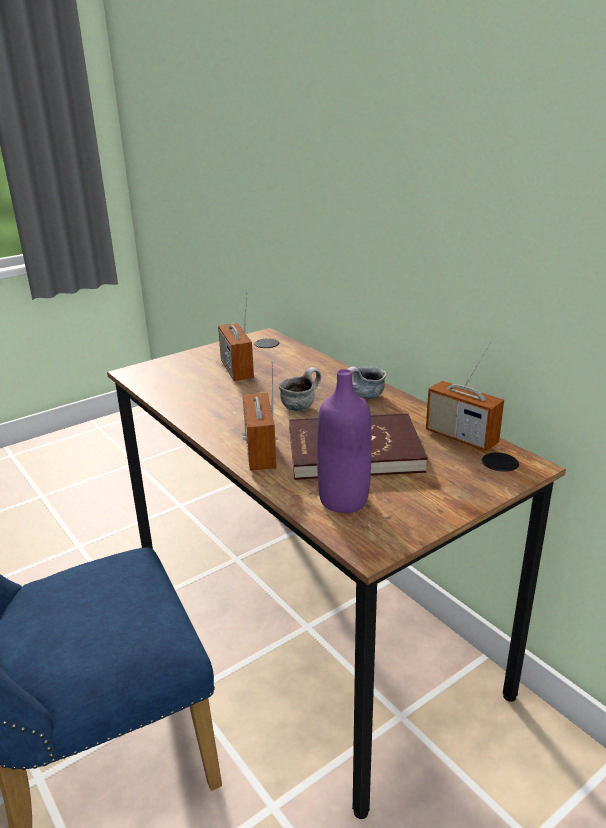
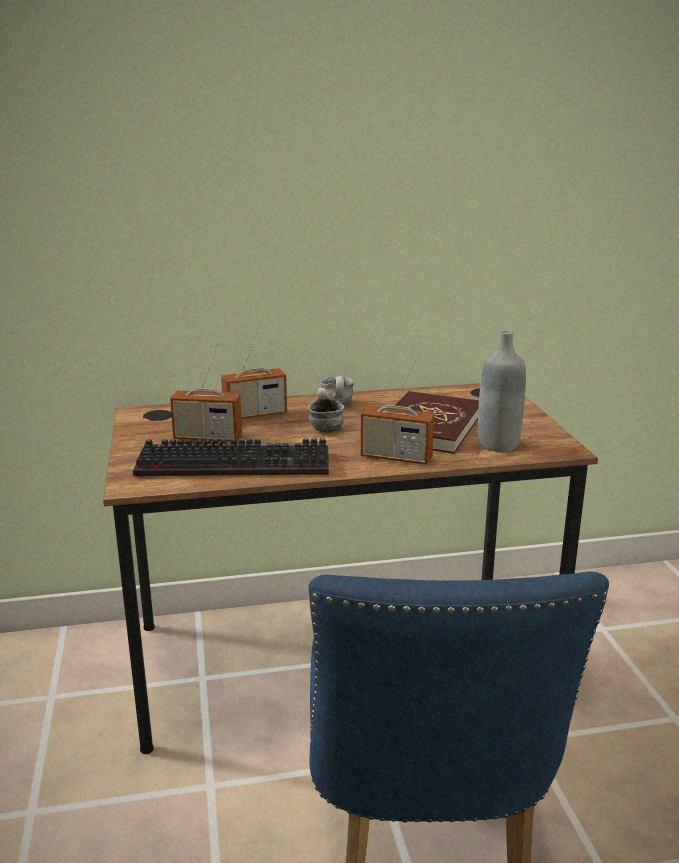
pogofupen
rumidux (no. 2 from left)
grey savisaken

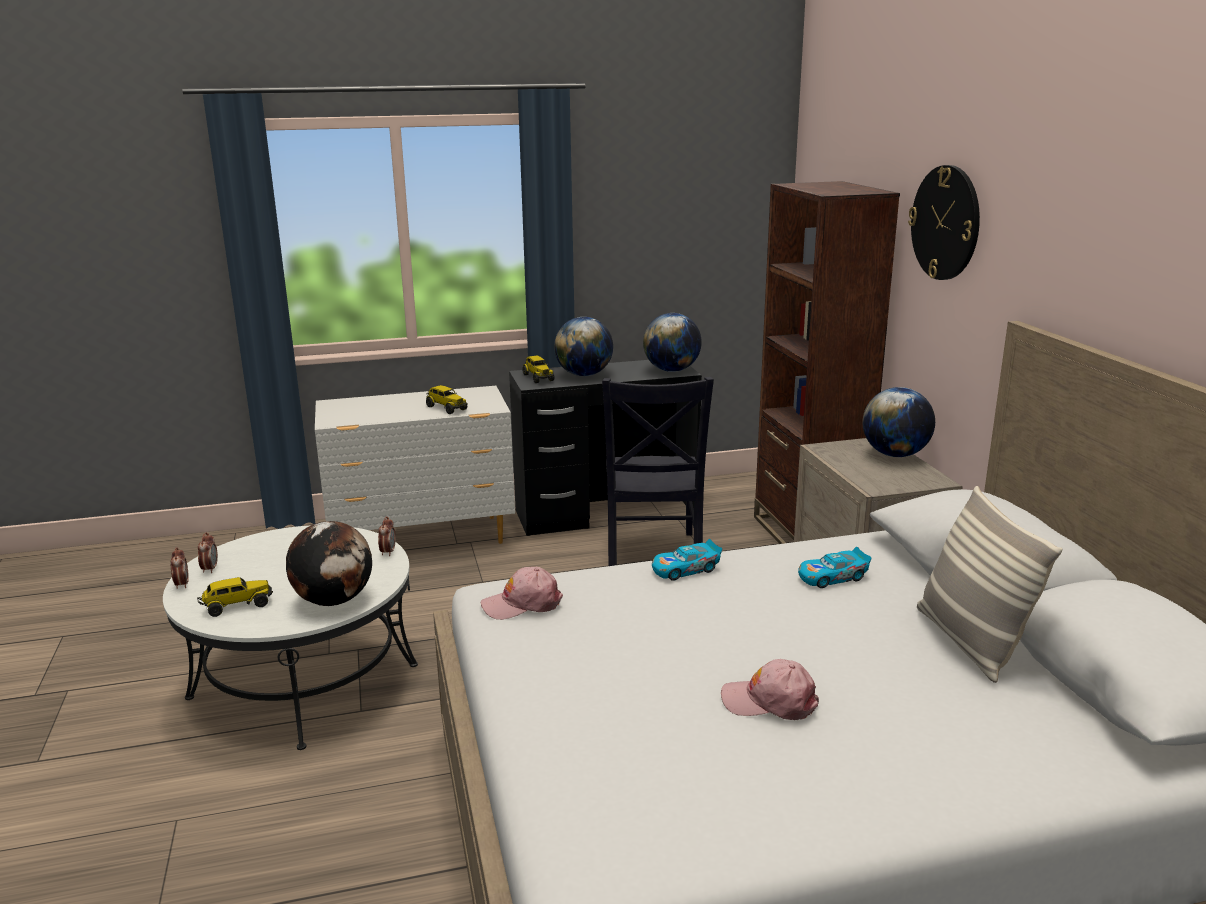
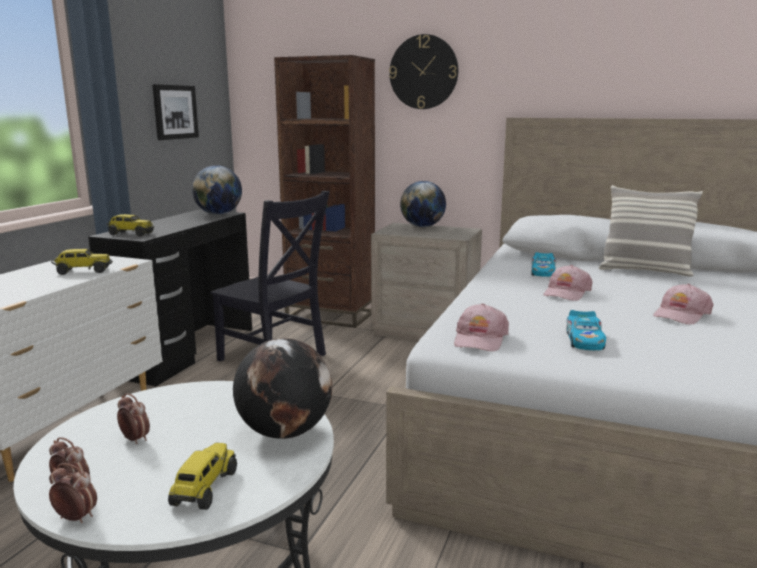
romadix (no. 2 from left in the first image)
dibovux
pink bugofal (no. 2 from left)
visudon (no. 3 from left)
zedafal (no. 2 from left)

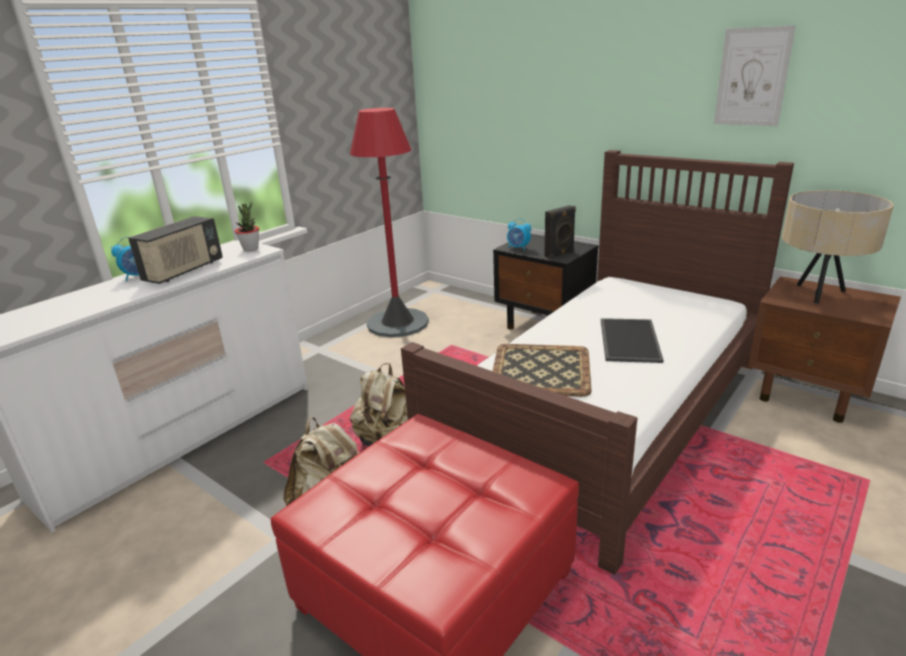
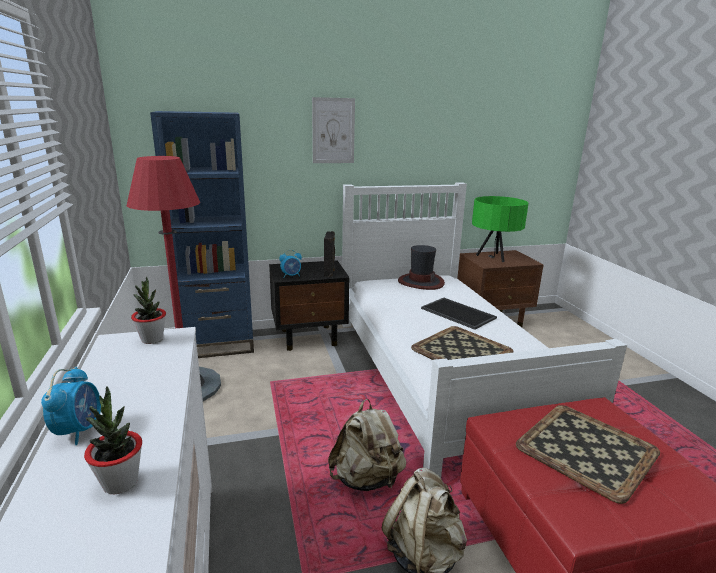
rumidux
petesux (no. 1 from left)
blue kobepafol
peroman
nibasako (no. 3 from left)
dibovux
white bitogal
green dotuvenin

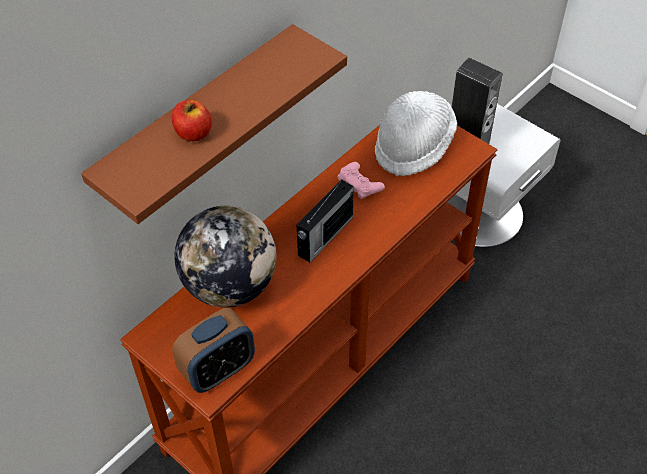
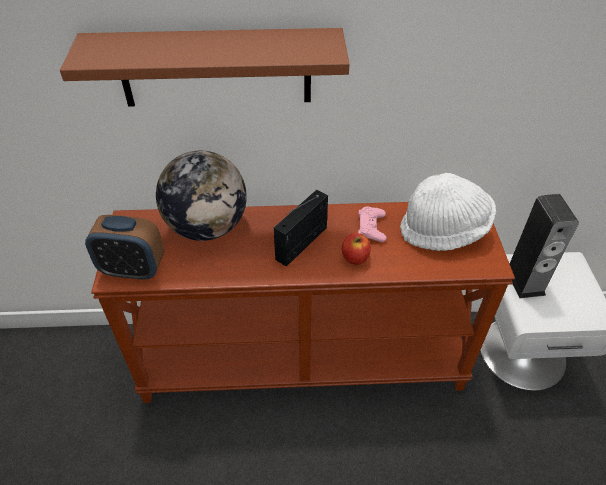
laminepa
rumidux

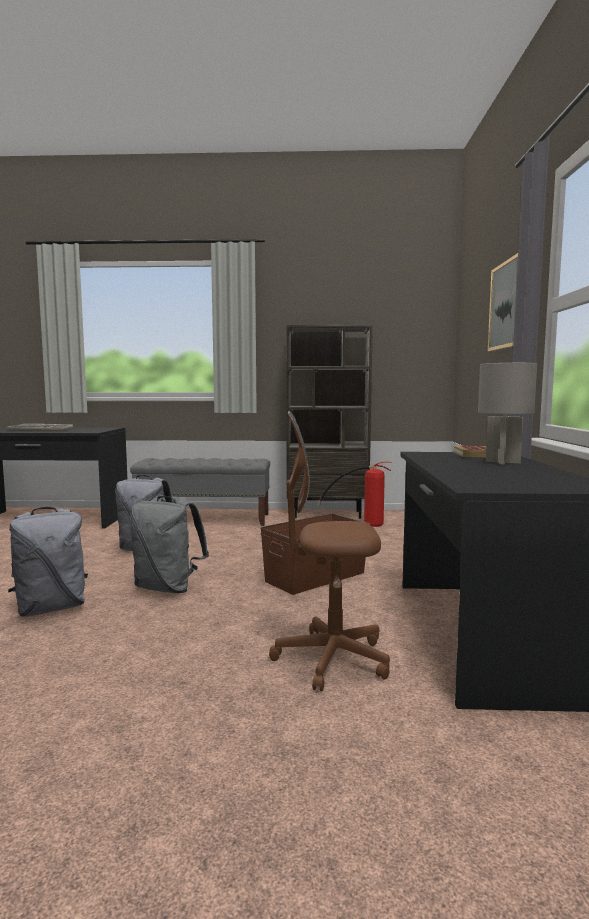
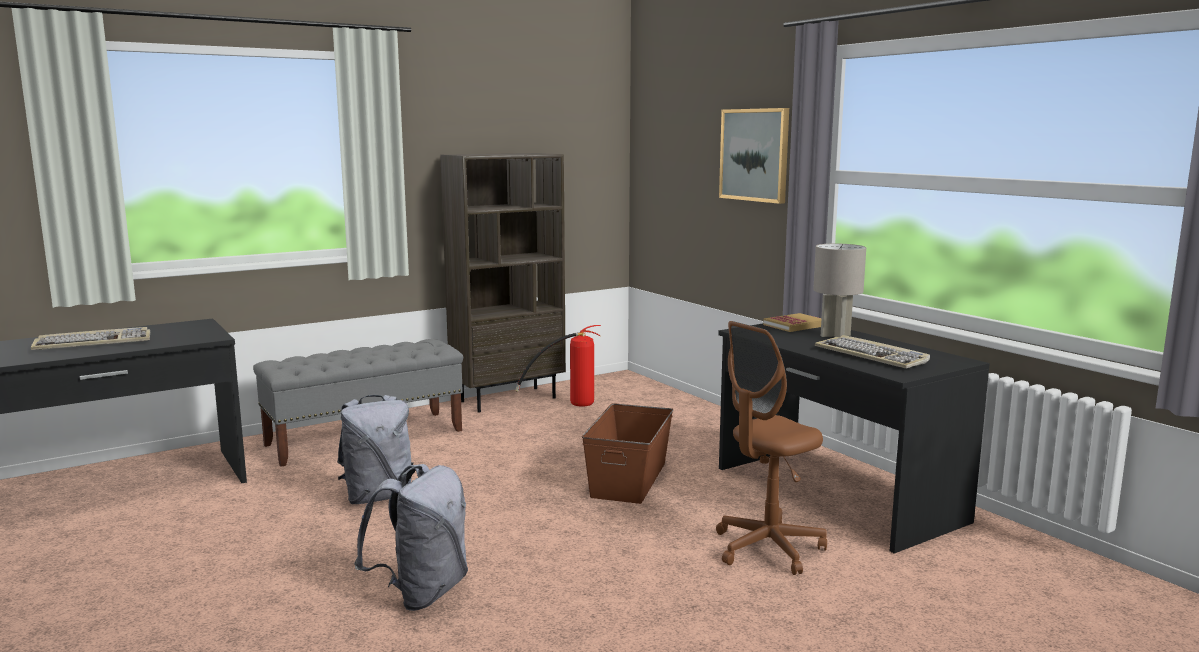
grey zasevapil (no. 3 from left in the first image)
pogofupen (no. 2 from left)

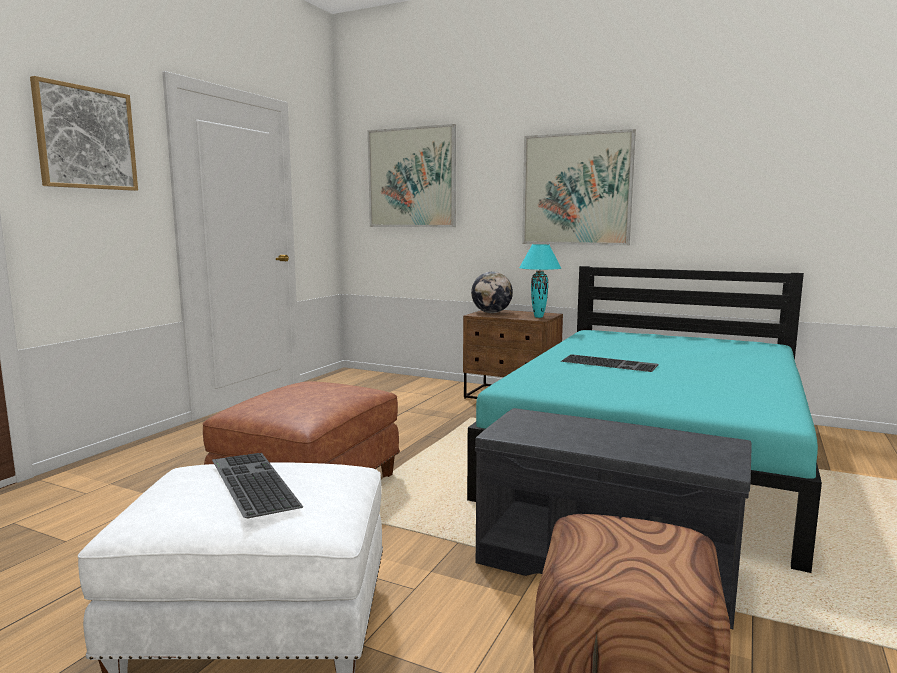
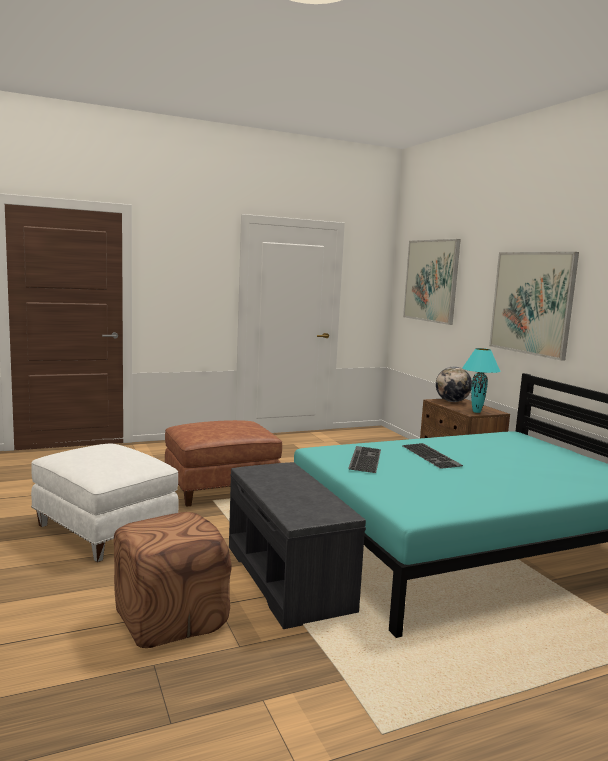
dibovux (no. 1 from left in the first image)
pogofupen (no. 1 from left)

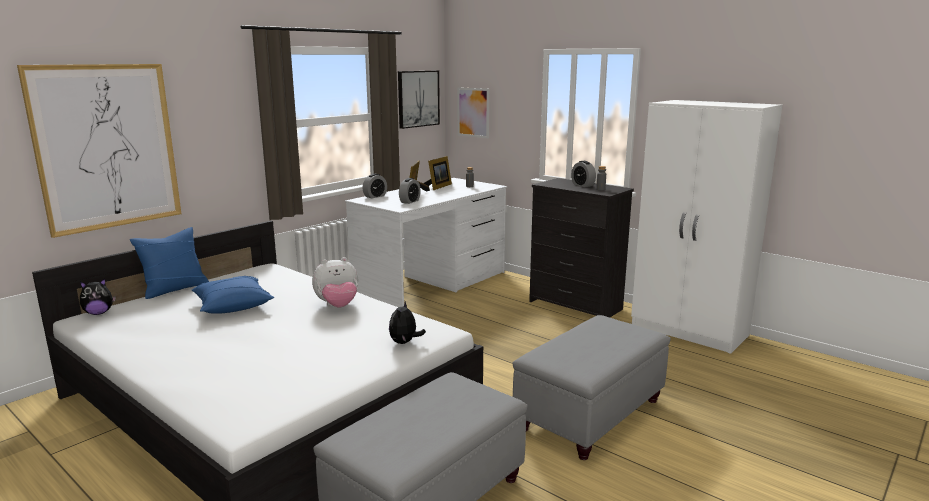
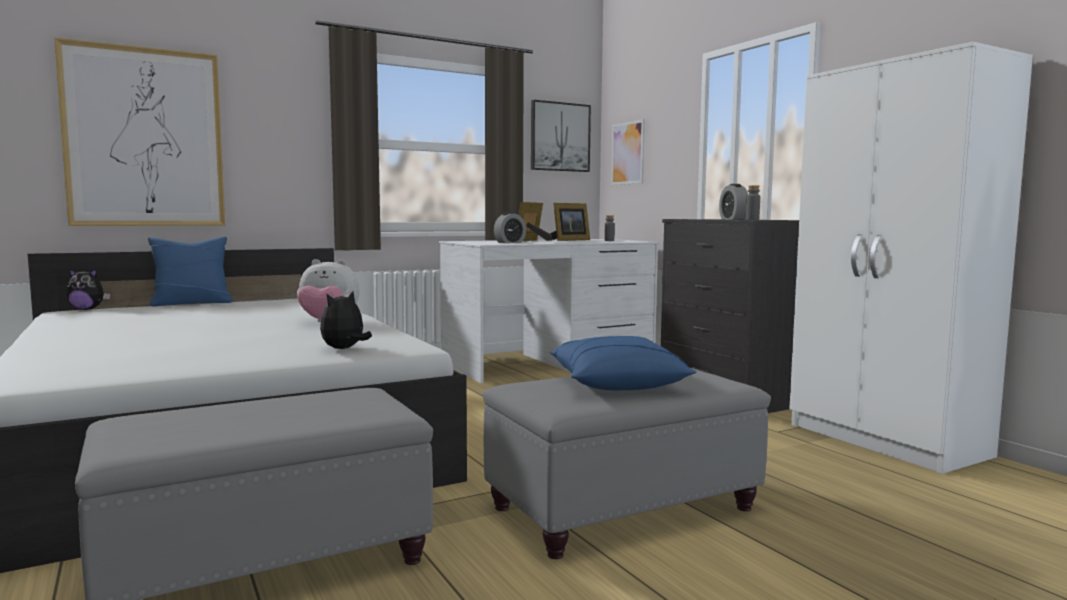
visudon (no. 1 from left in the first image)
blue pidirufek (no. 2 from left)

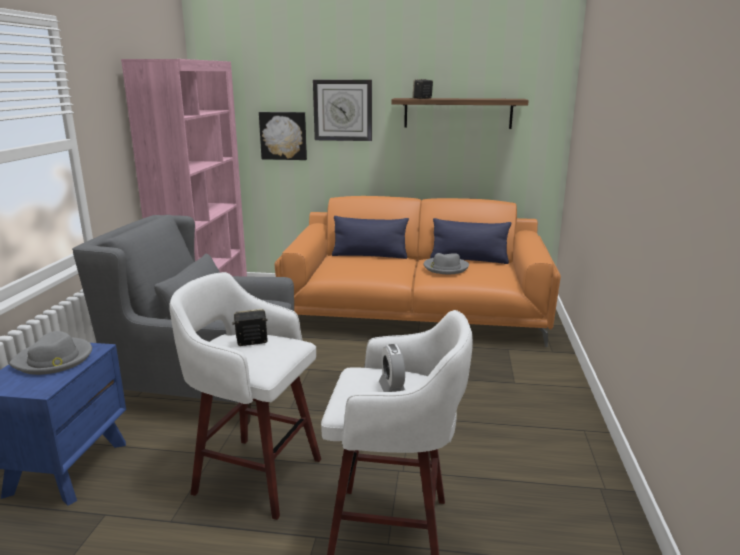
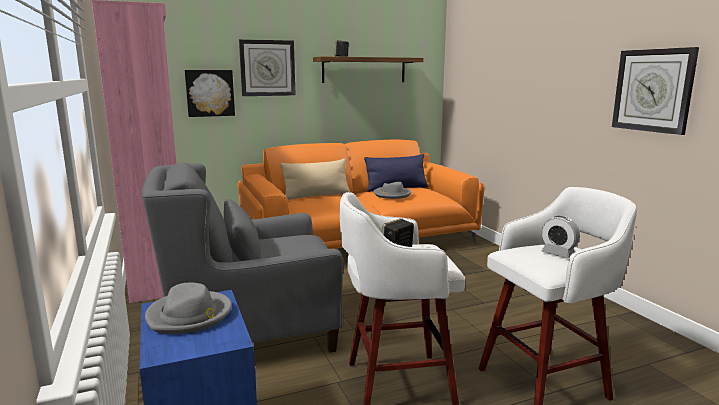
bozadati (no. 2 from left)
beige pidirufek

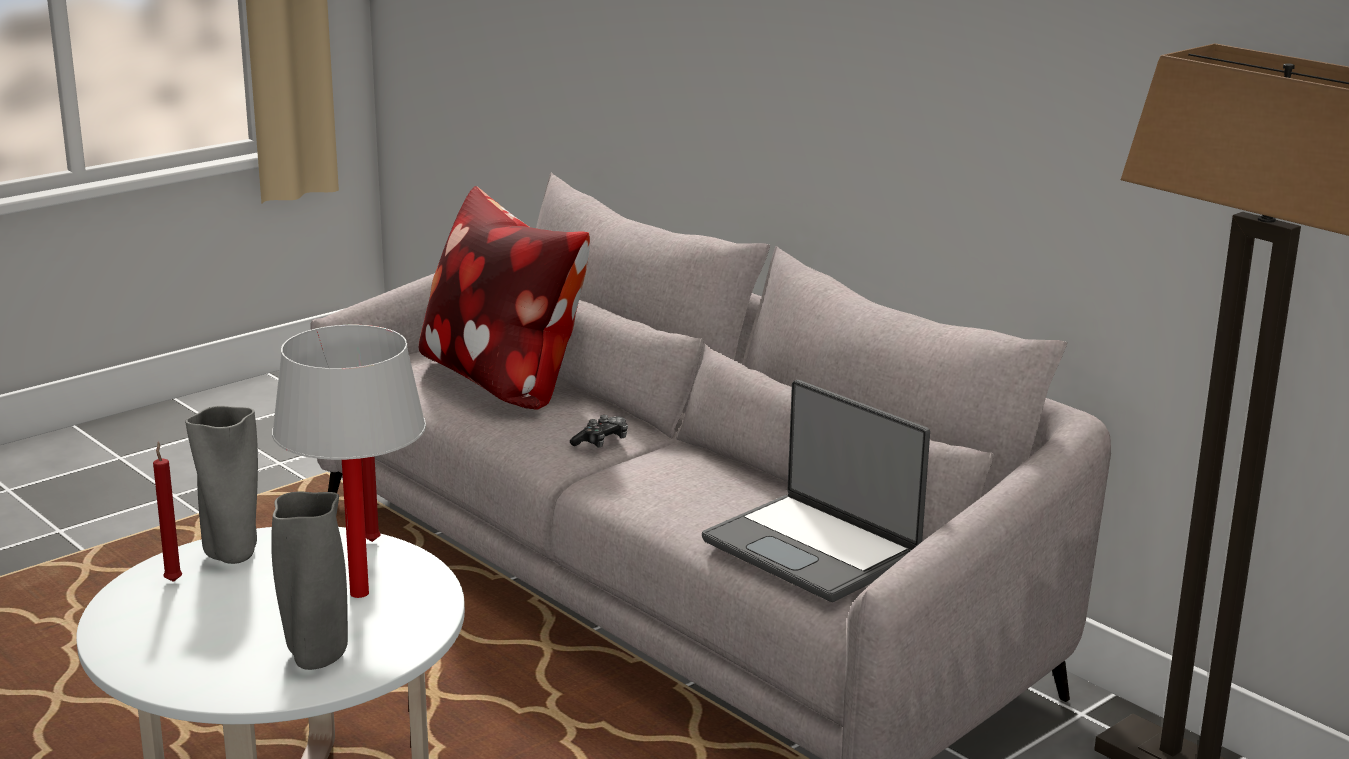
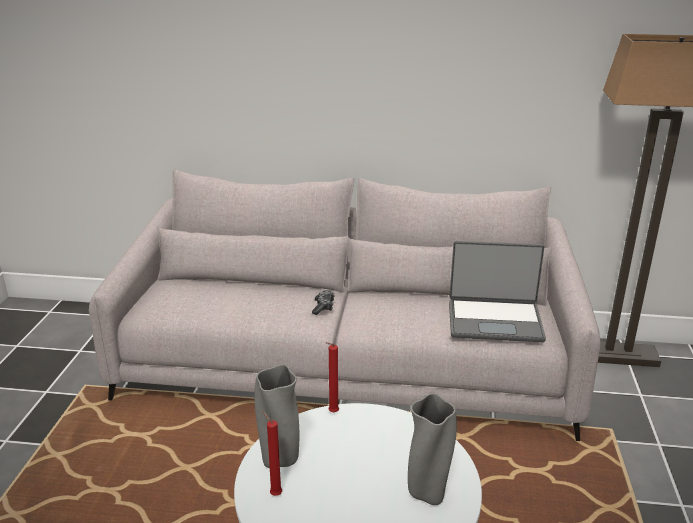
white dotuvenin
pidirufek

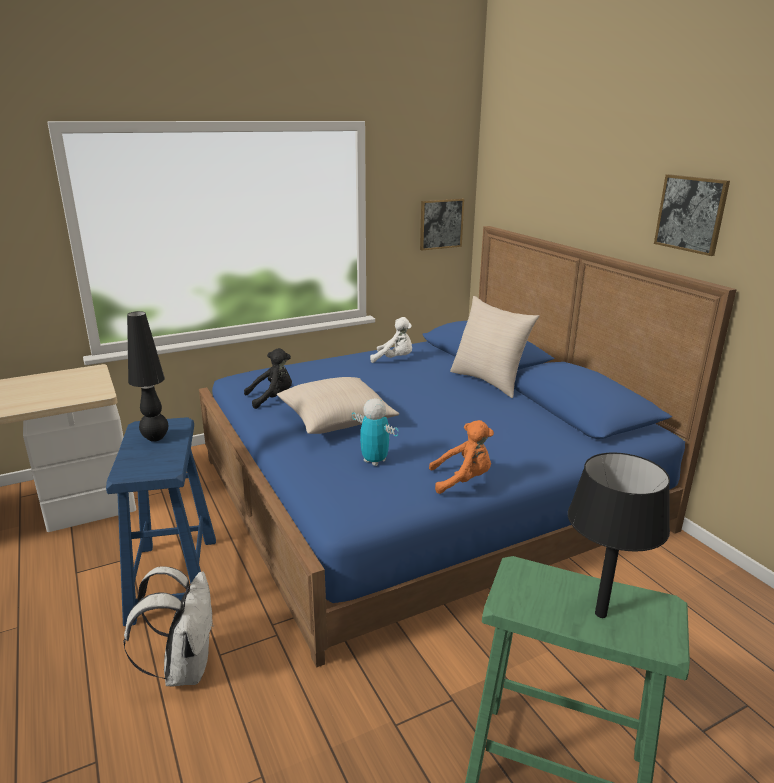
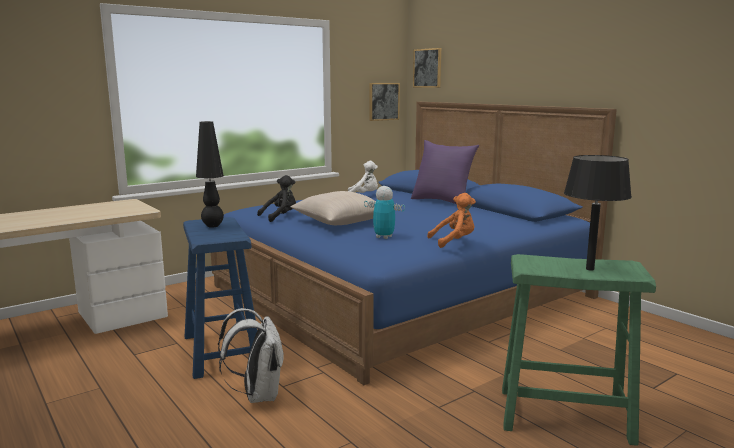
dibovux (no. 2 from left)
purple pidirufek

